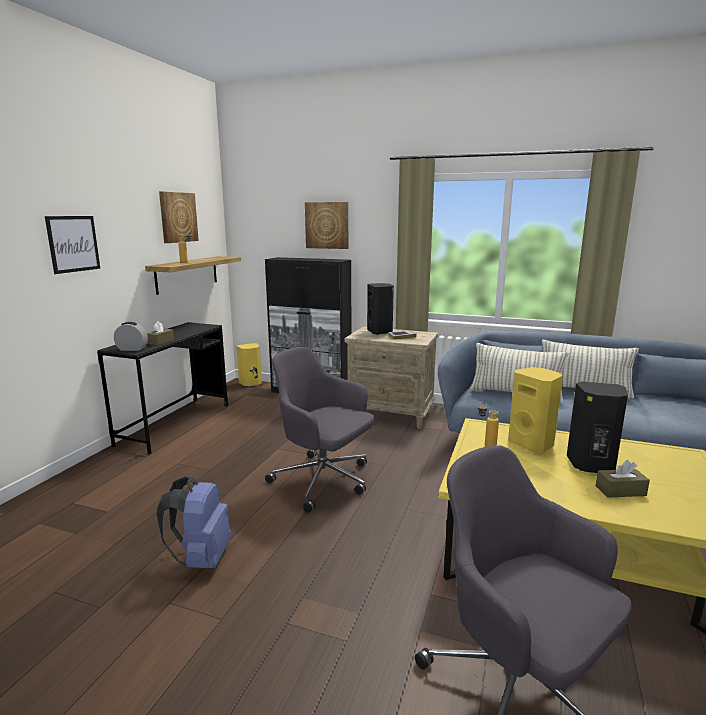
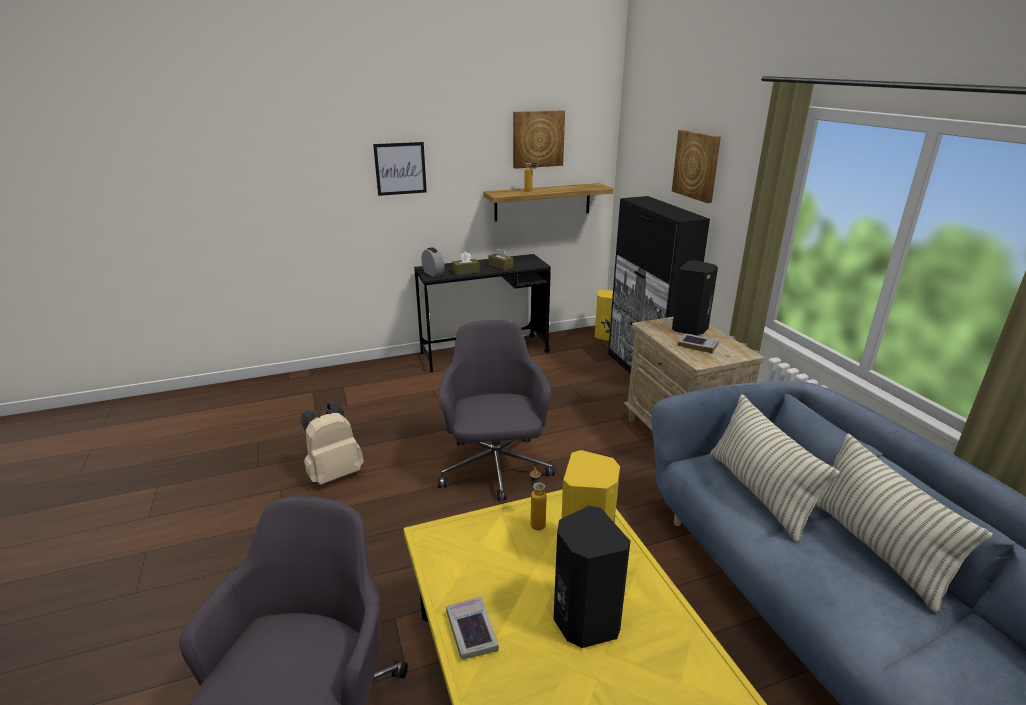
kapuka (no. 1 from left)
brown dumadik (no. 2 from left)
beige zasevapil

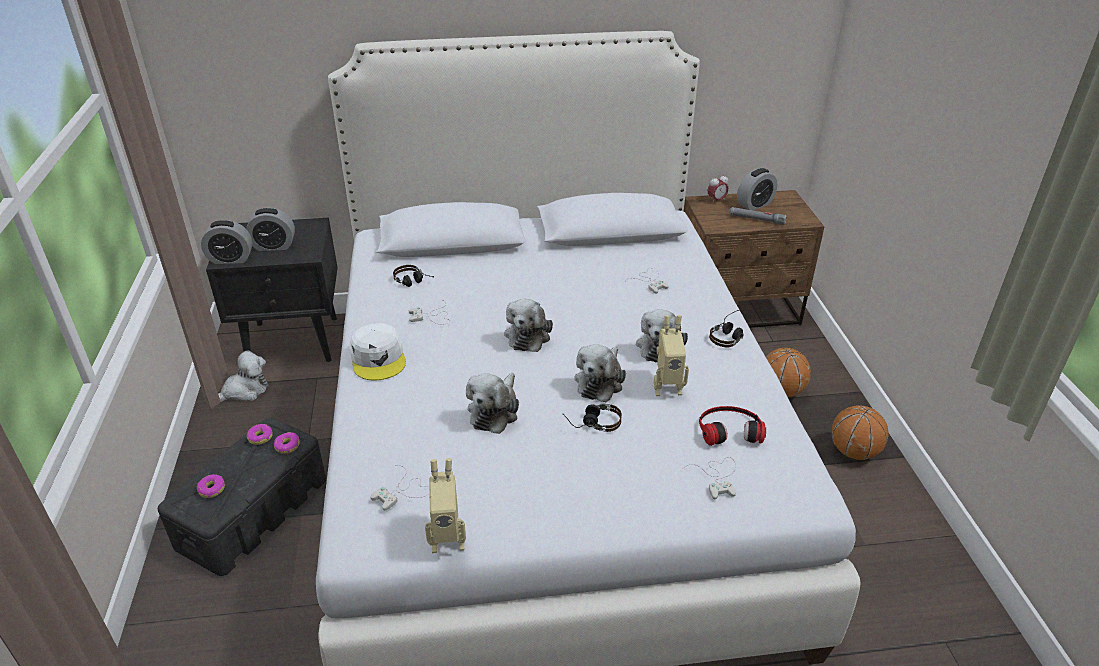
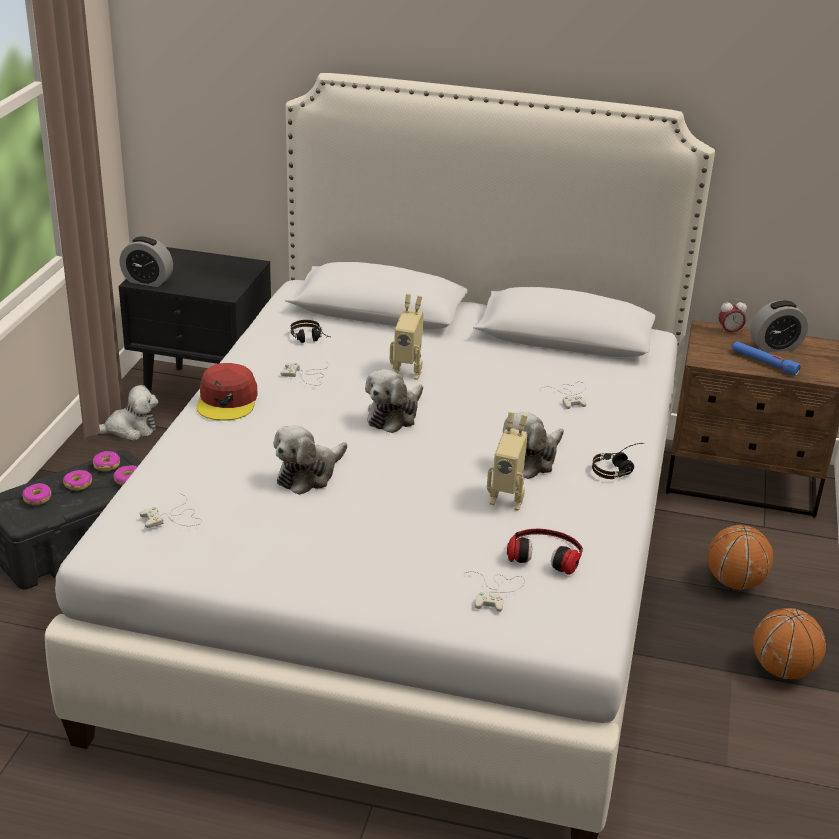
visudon (no. 2 from left in the first image)
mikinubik (no. 2 from left in the first image)
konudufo (no. 4 from left in the first image)
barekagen (no. 2 from left)
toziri (no. 1 from left)
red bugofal
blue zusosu

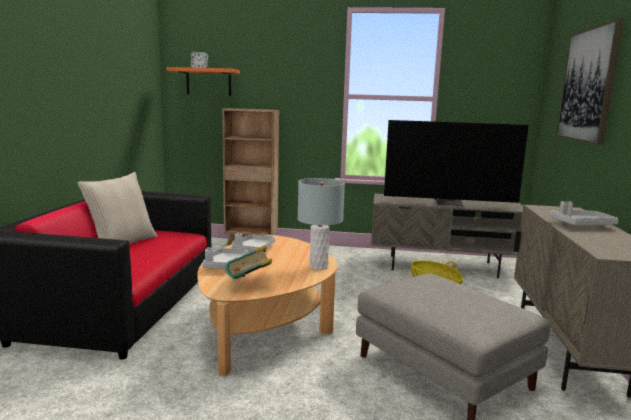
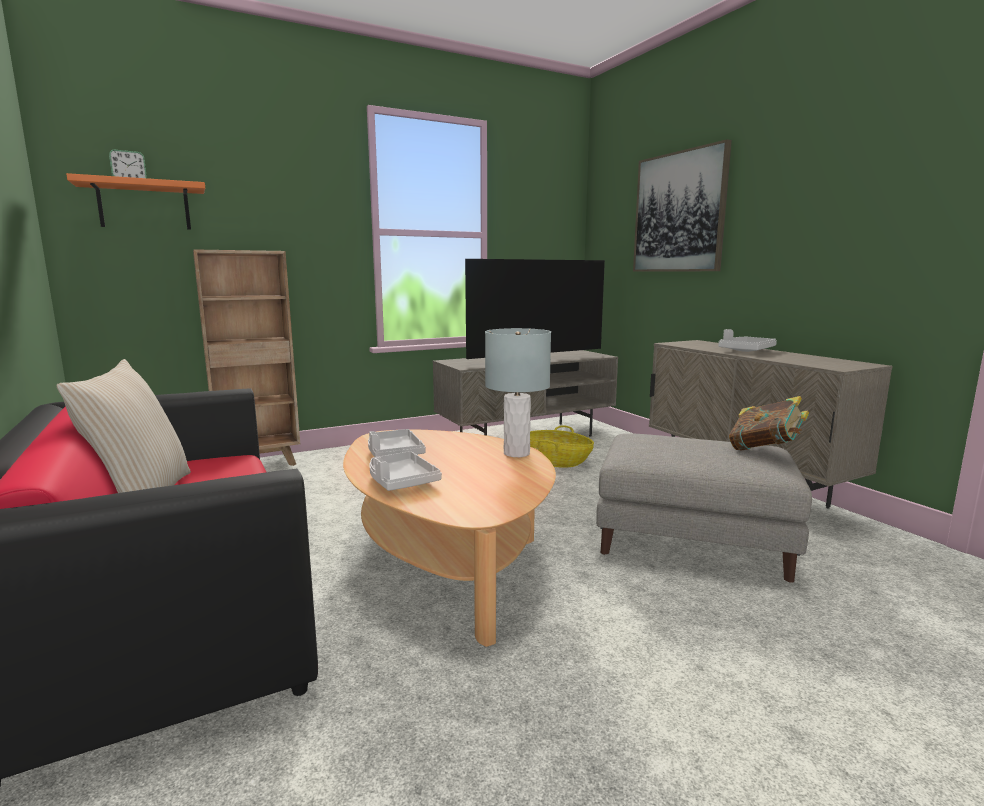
kapuka

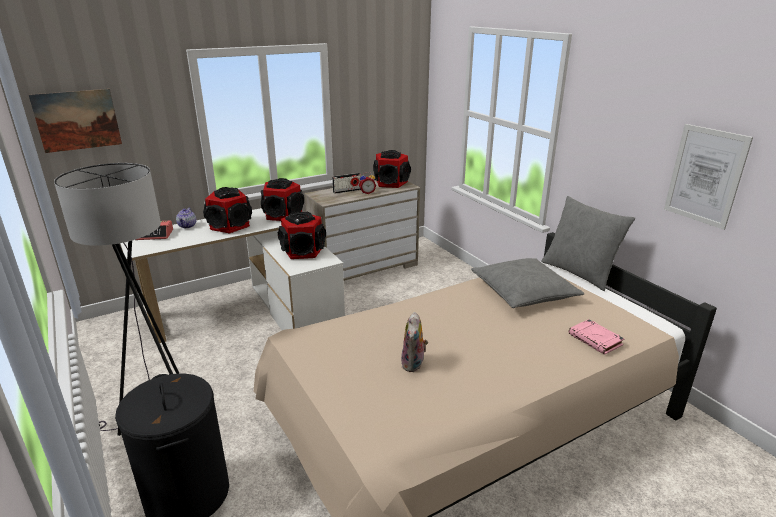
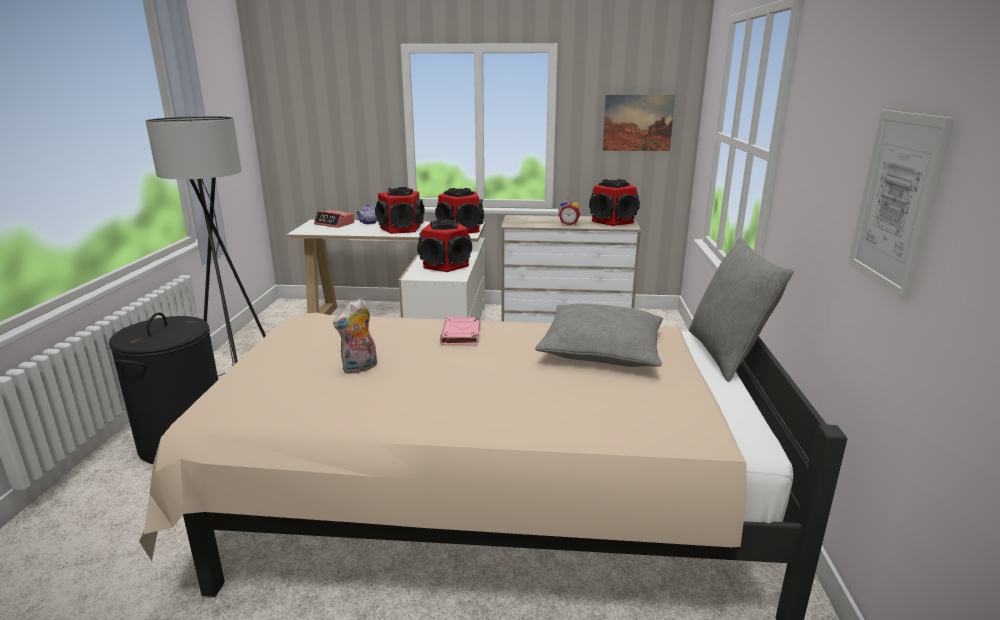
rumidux
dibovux (no. 1 from left)
pink kapuka

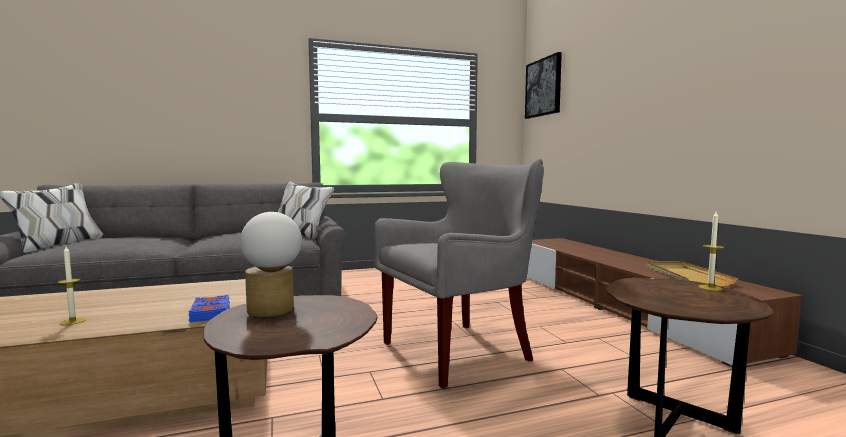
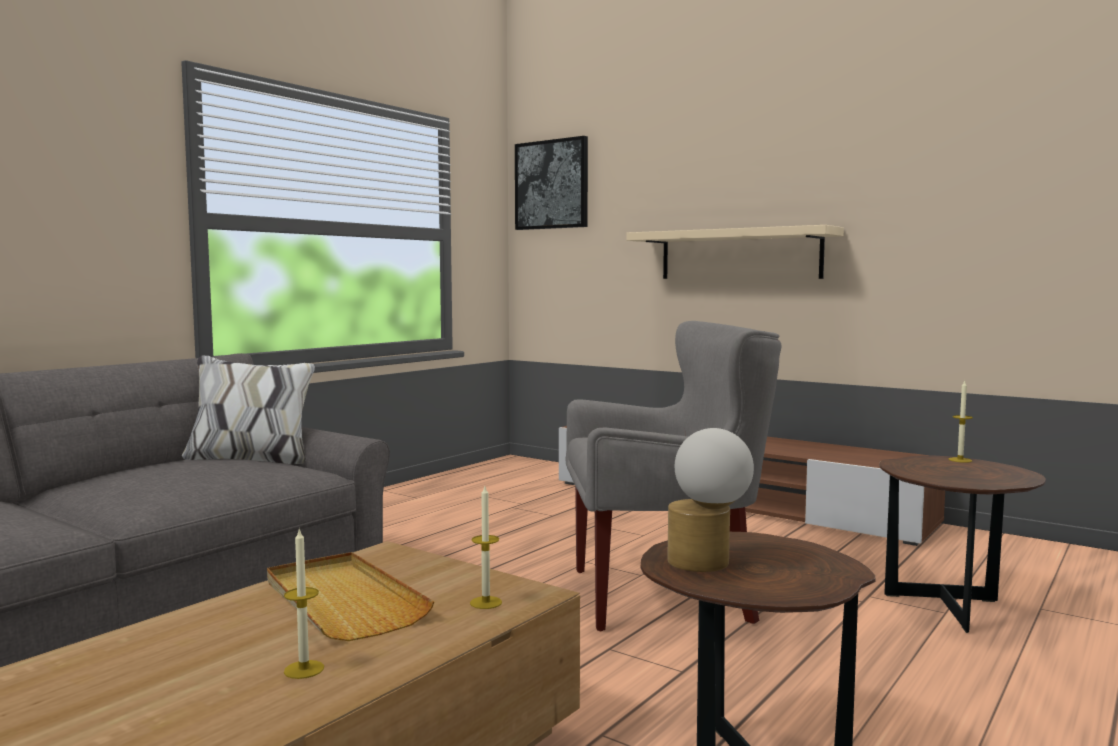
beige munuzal
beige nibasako
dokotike (no. 2 from left)
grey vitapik

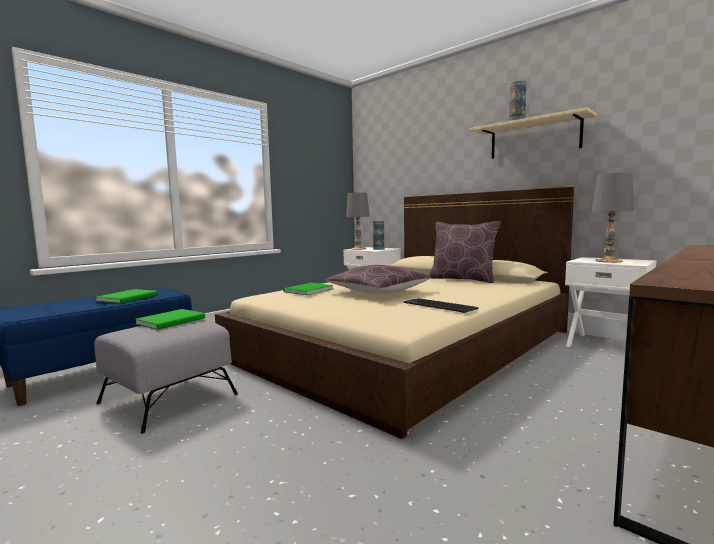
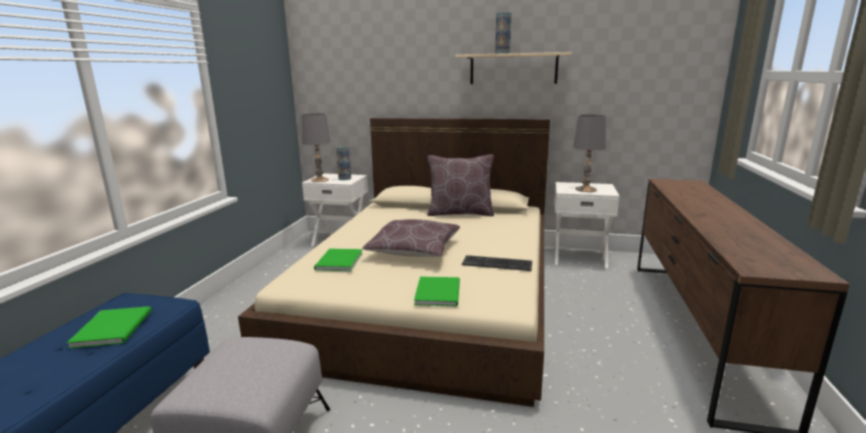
green kapuka (no. 3 from left)

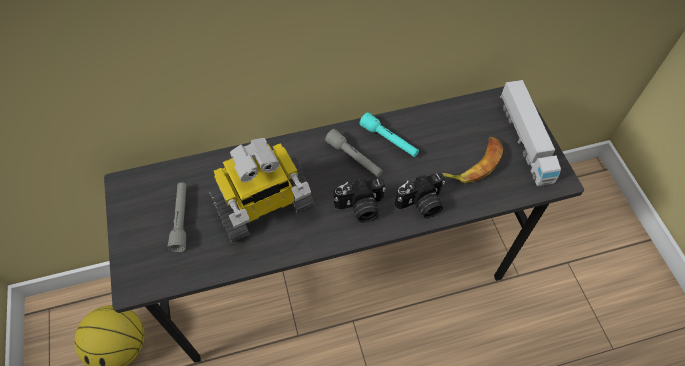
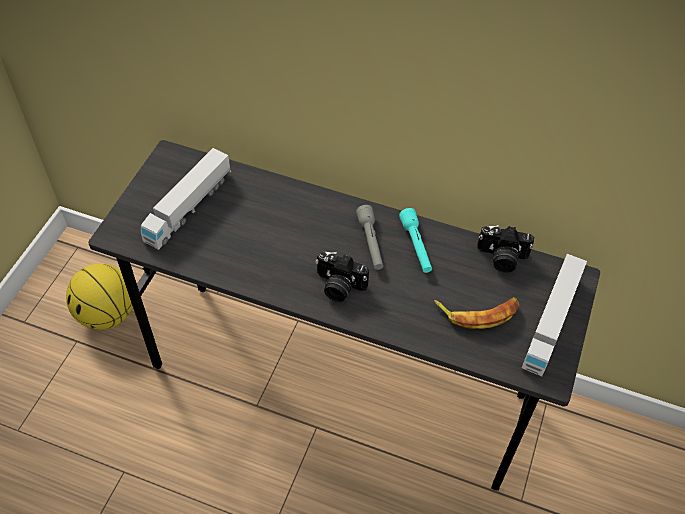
toziri
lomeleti (no. 2 from left)
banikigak (no. 1 from left)

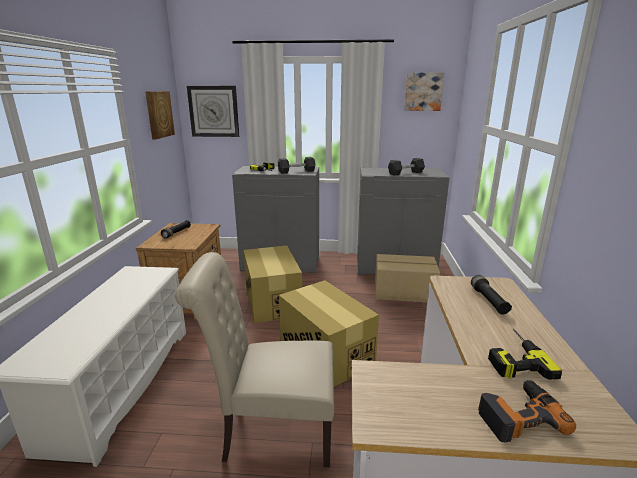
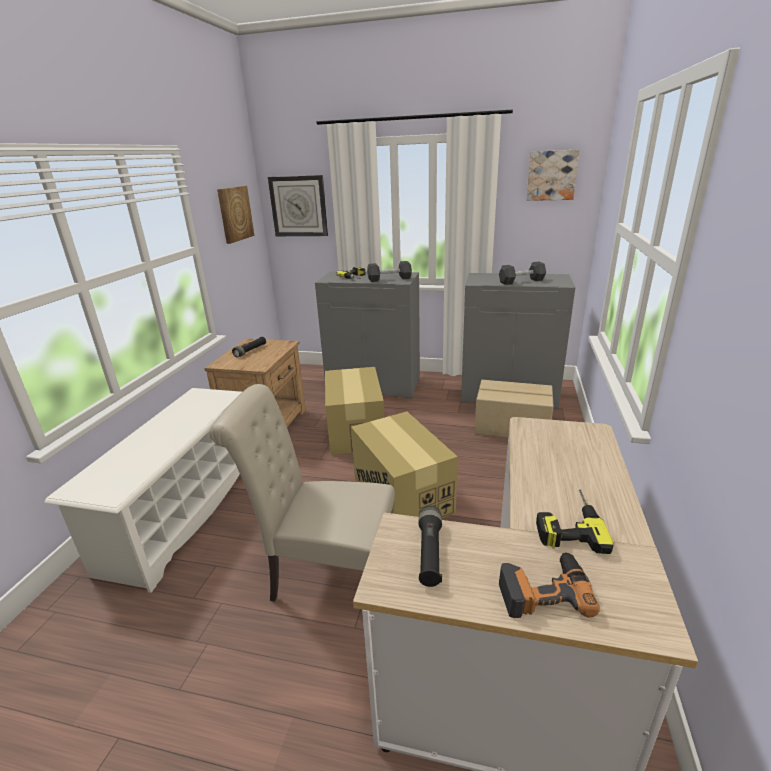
black zusosu (no. 2 from left)

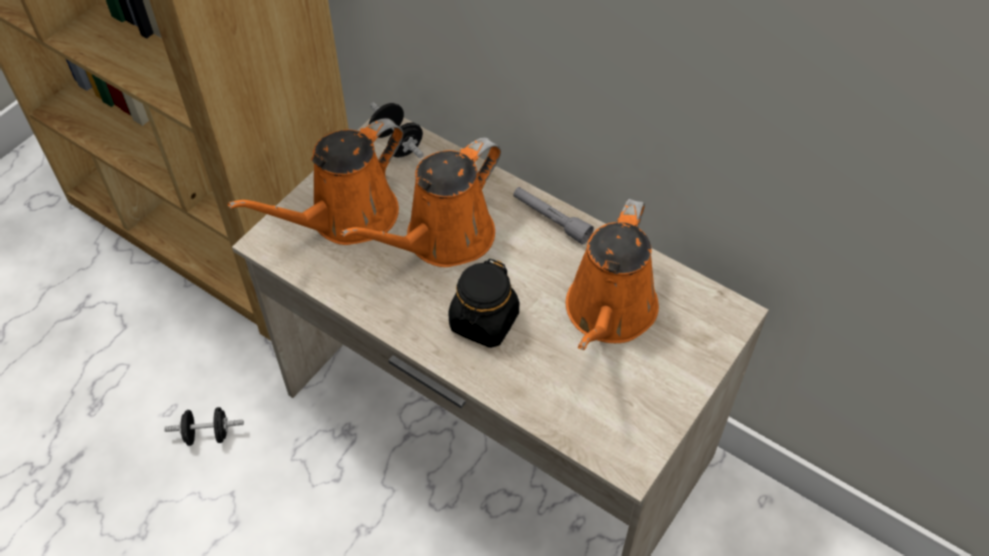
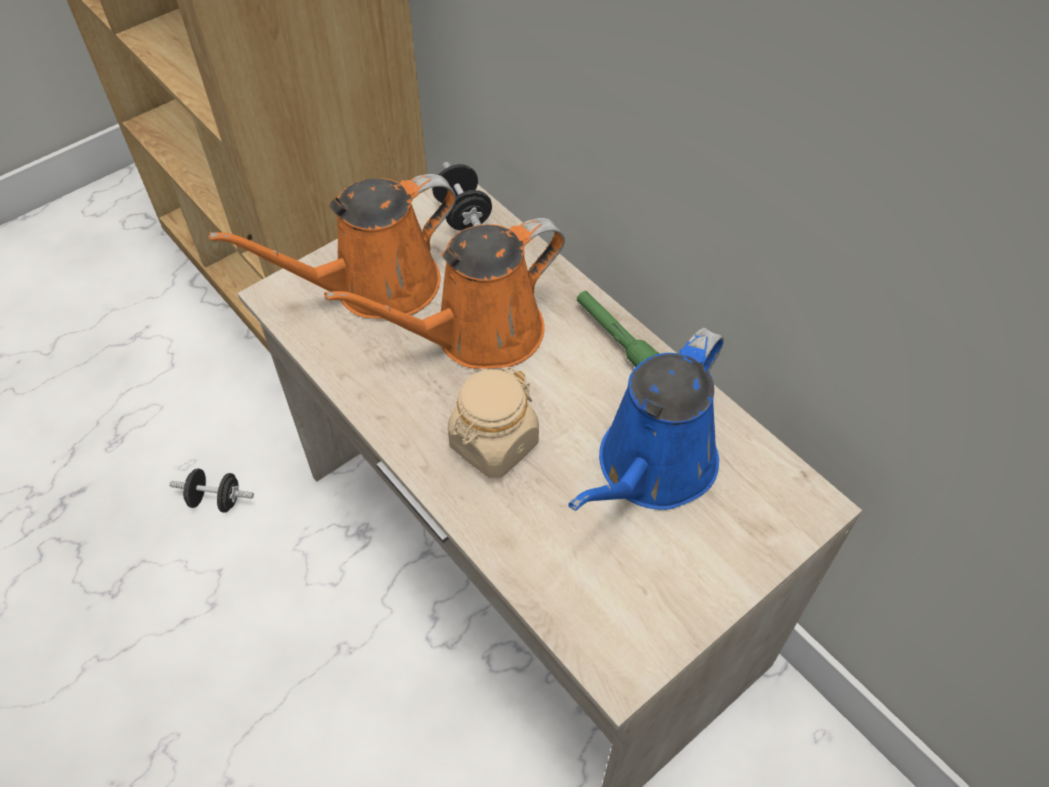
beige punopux
green zusosu
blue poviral

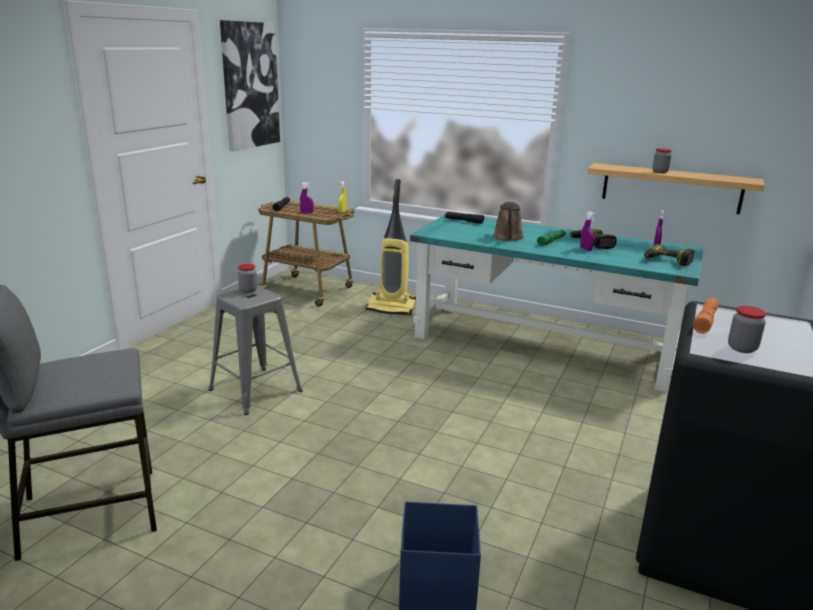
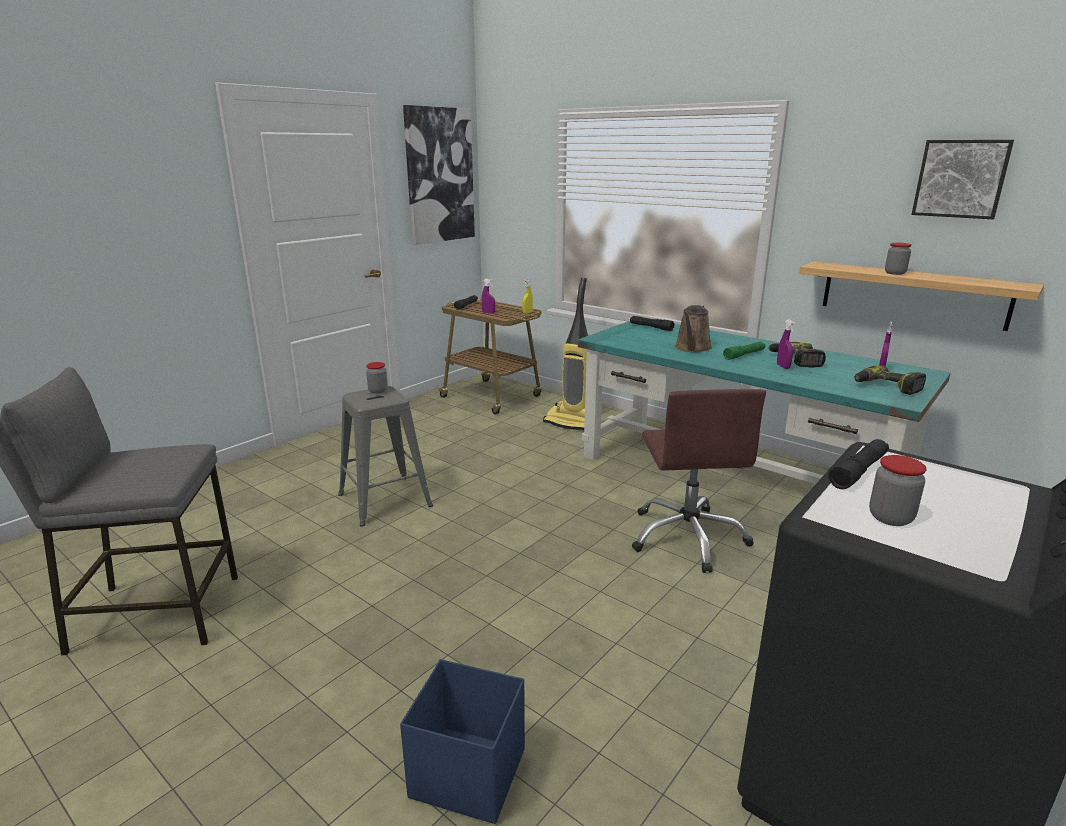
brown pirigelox
dibovux (no. 2 from left)
black zusosu (no. 3 from left)

